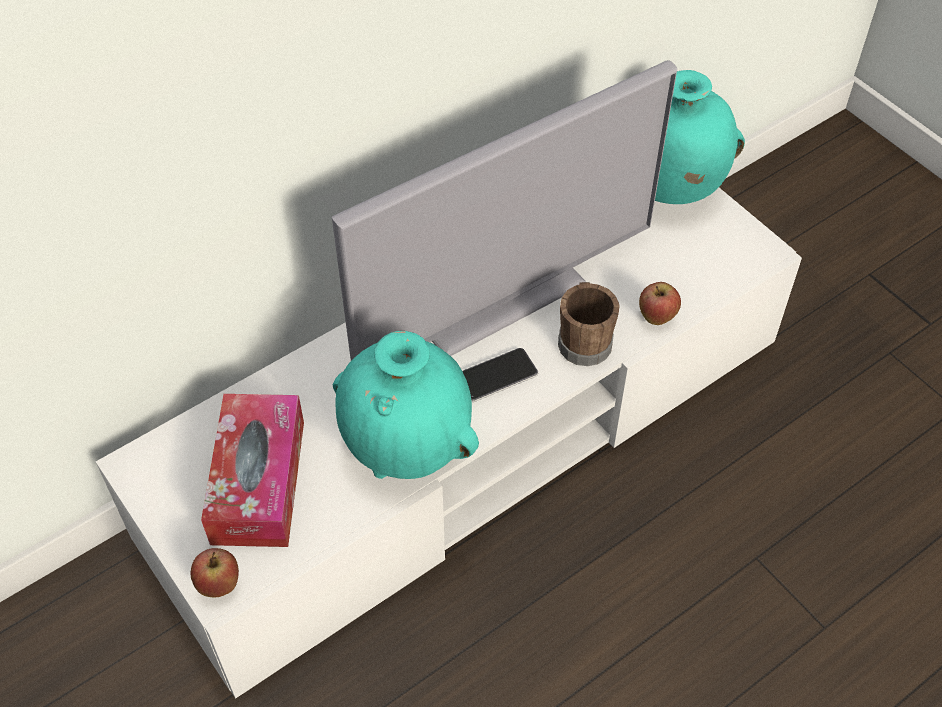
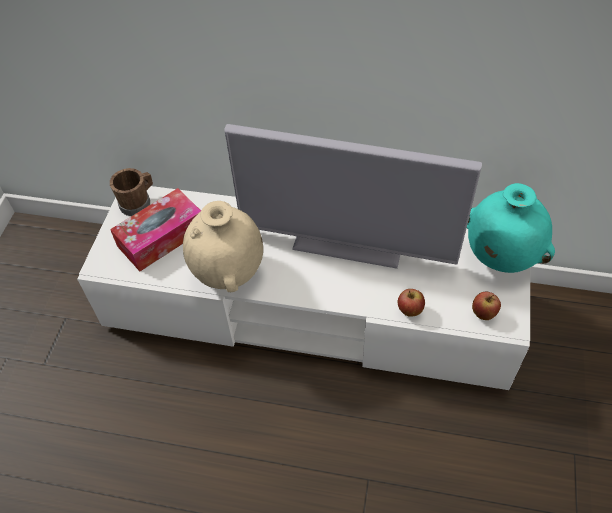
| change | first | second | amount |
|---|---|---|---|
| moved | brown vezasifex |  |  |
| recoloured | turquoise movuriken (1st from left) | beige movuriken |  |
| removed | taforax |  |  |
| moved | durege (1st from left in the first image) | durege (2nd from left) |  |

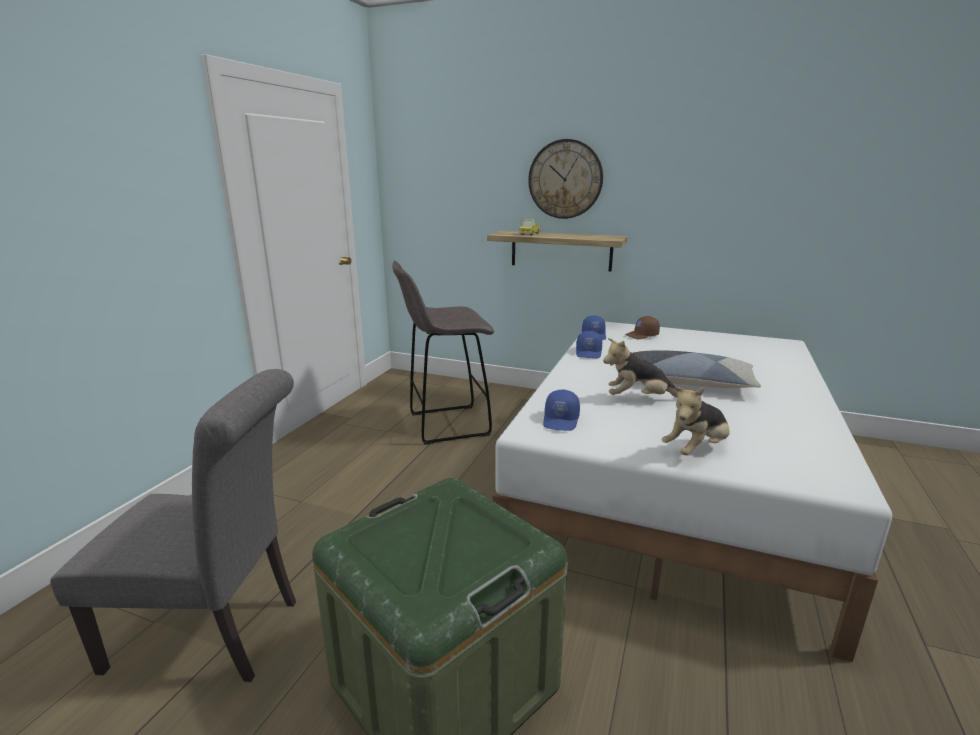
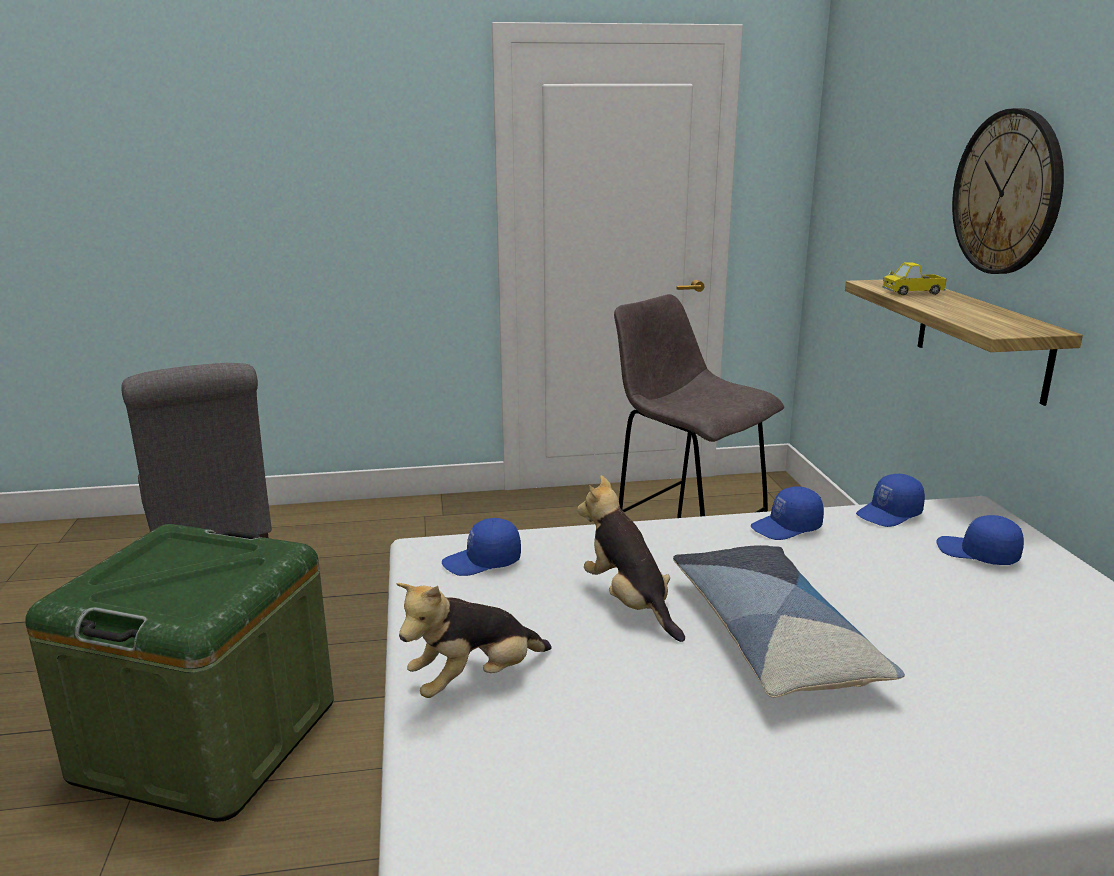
| change | first | second | amount |
|---|---|---|---|
| recoloured | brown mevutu | blue mevutu (4th from left) |  |
| turned | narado (2nd from left in the first image) | narado (1st from left) | 60 degrees counterclockwise |

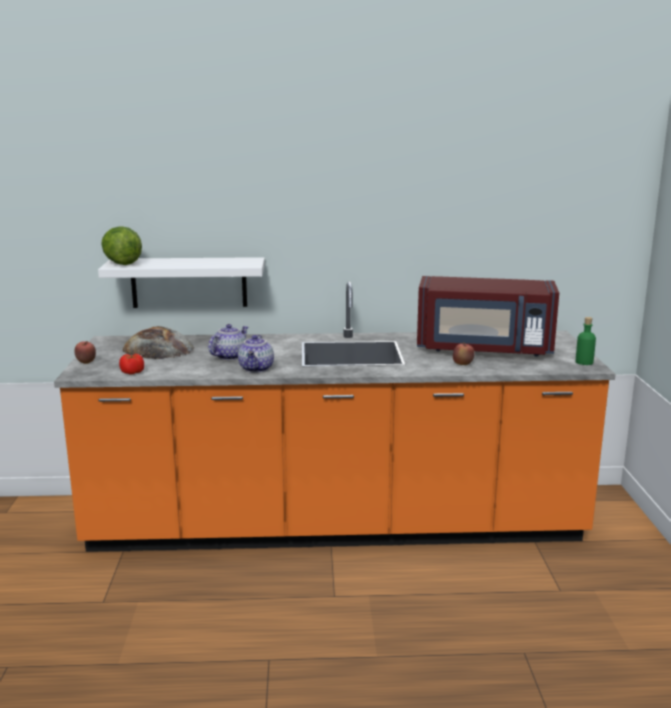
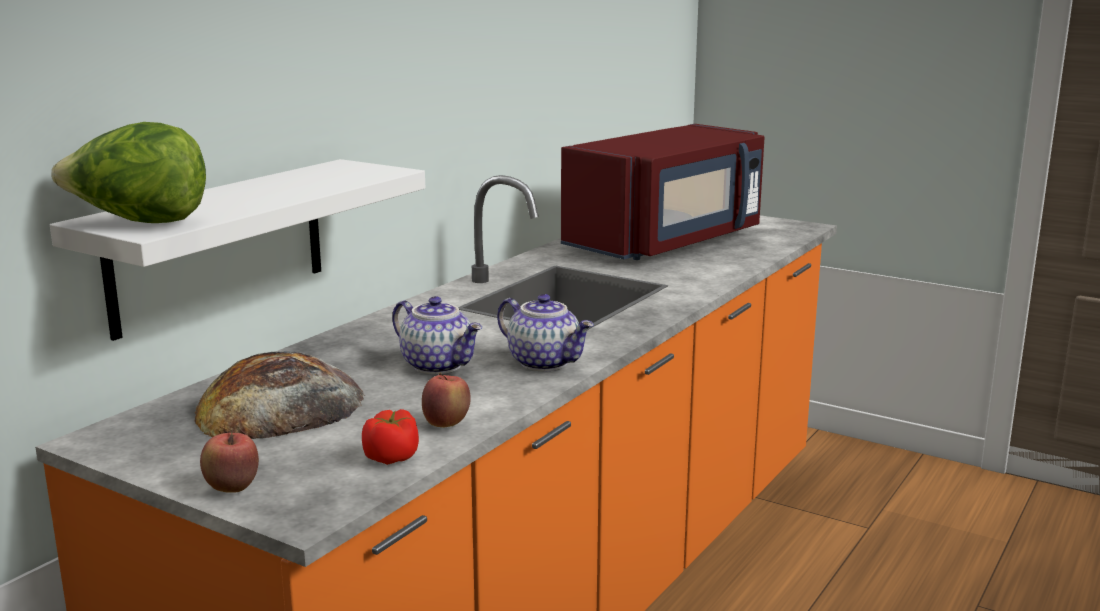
| change | first | second | amount |
|---|---|---|---|
| removed | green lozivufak |  |  |
| turned | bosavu (1st from left) |  | 150 degrees clockwise |
| moved | durege (2nd from left) |  |  |

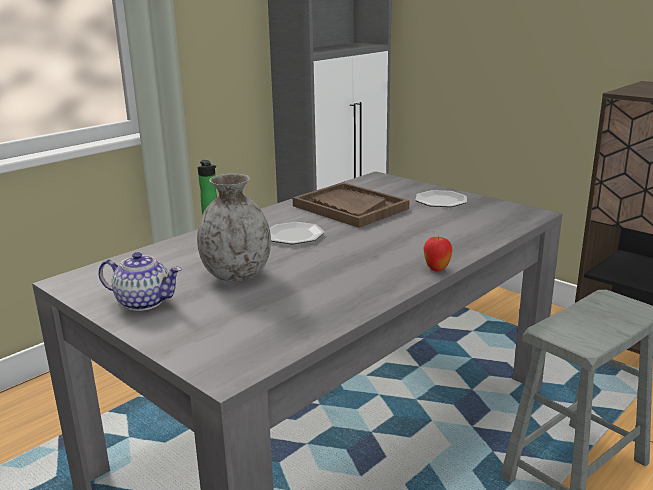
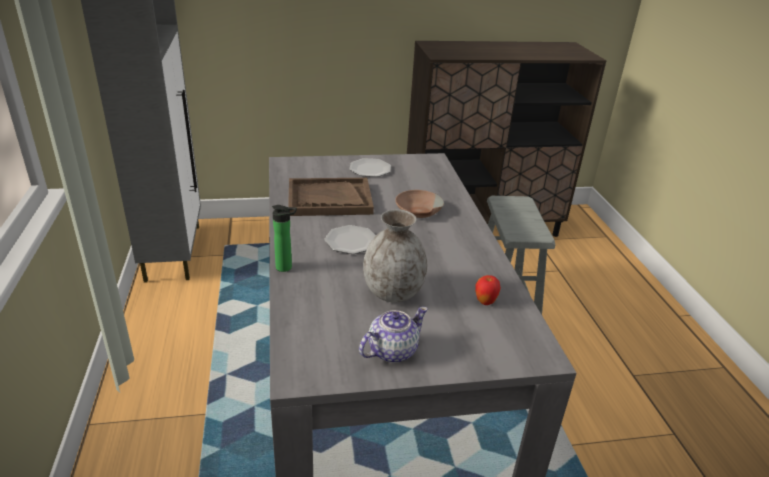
| change | first | second | amount |
|---|---|---|---|
| moved | durege |  |  |
| added |  | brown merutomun |  |

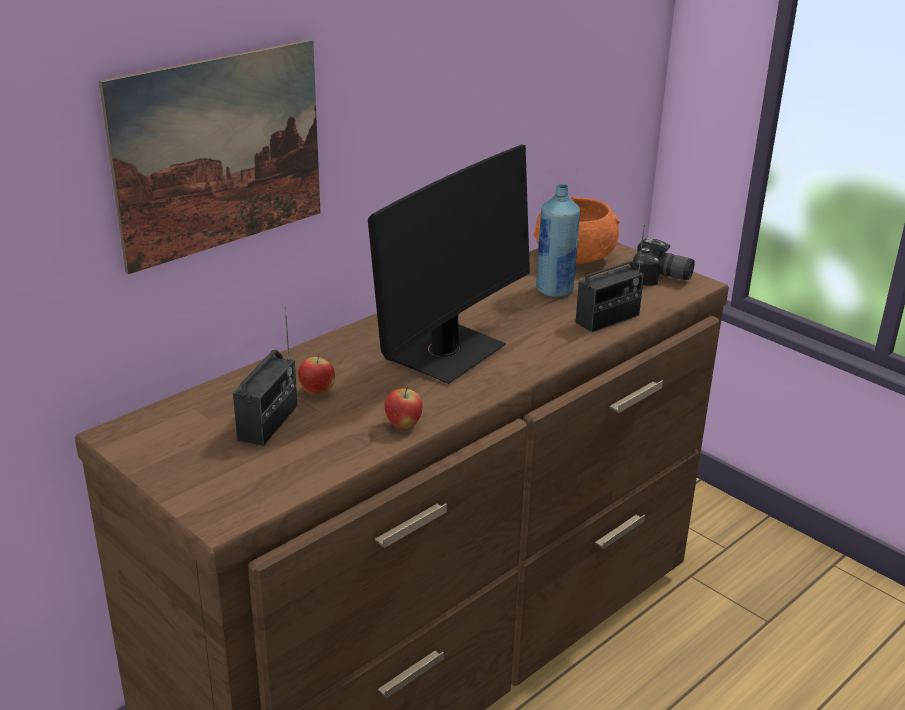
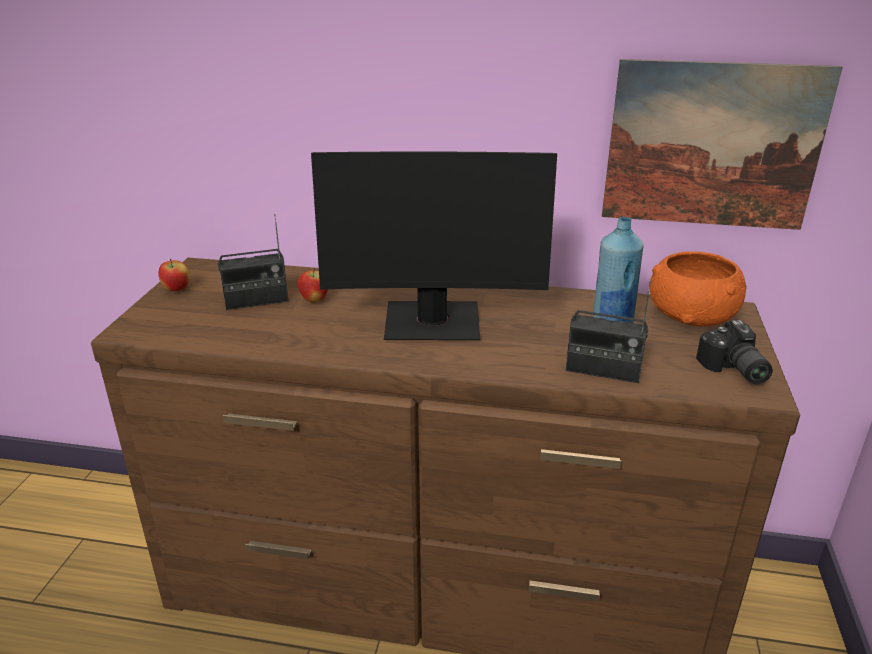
| change | first | second | amount |
|---|---|---|---|
| moved | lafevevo |  |  |
| moved | durege (2nd from left in the first image) | durege (1st from left) |  |

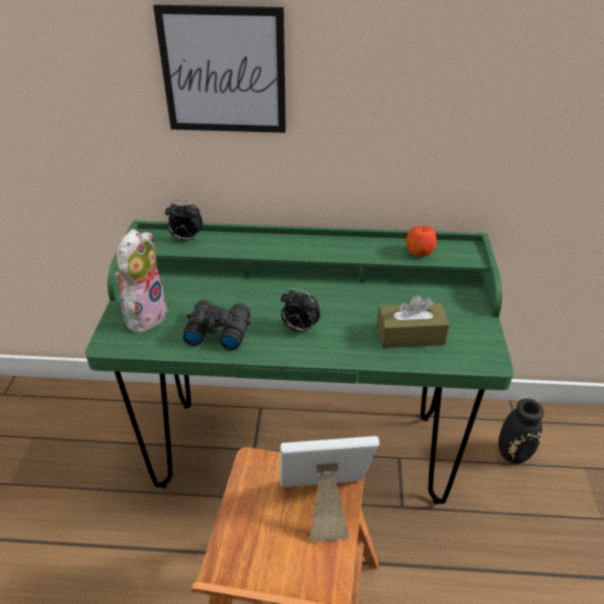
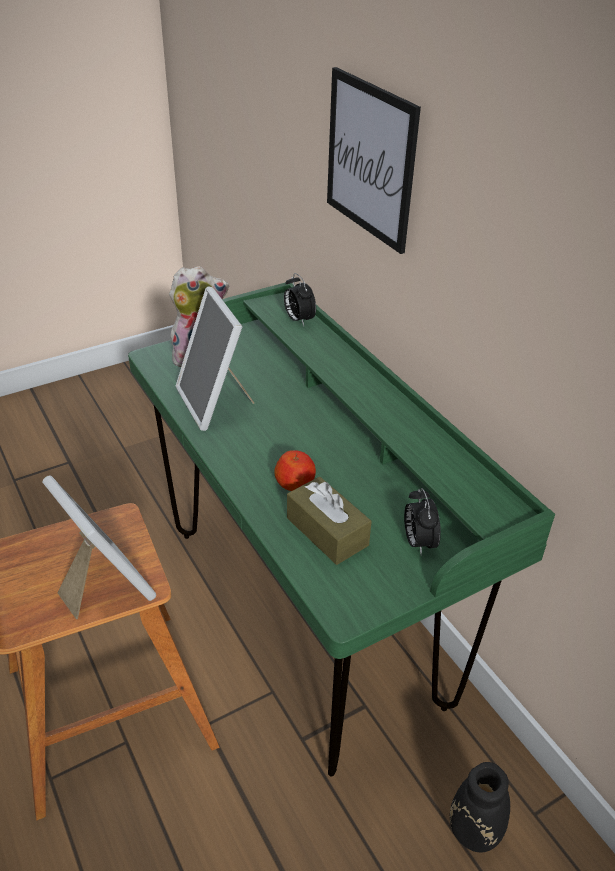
| change | first | second | amount |
|---|---|---|---|
| moved | durege |  |  |
| moved | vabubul (2nd from left) |  |  |
| replaced | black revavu | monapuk (2nd from left) |  |

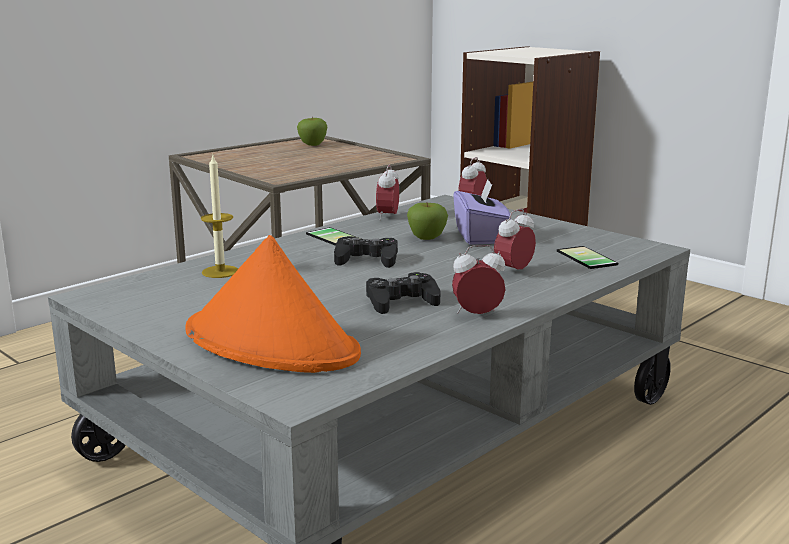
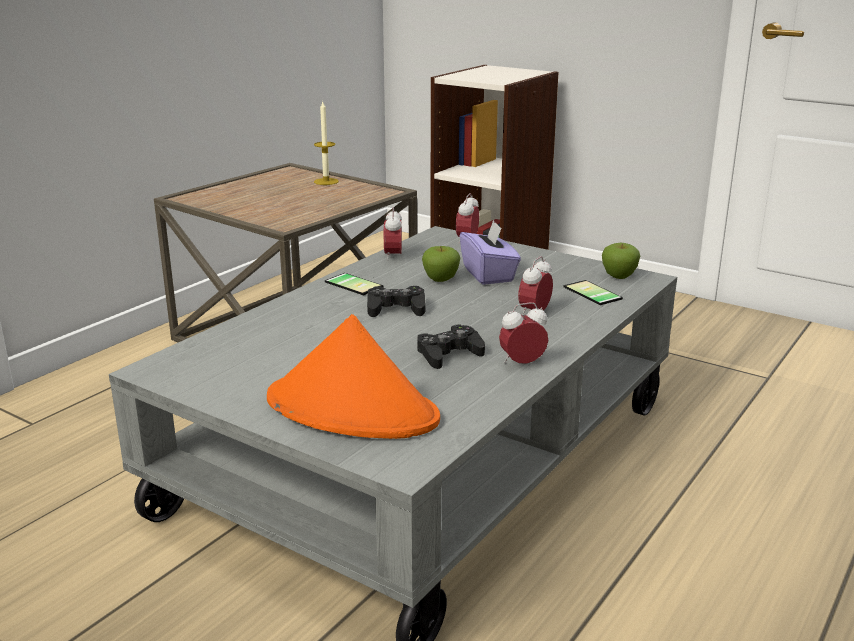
| change | first | second | amount |
|---|---|---|---|
| moved | durege (1st from left in the first image) | durege (2nd from left) |  |
| moved | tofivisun |  |  |

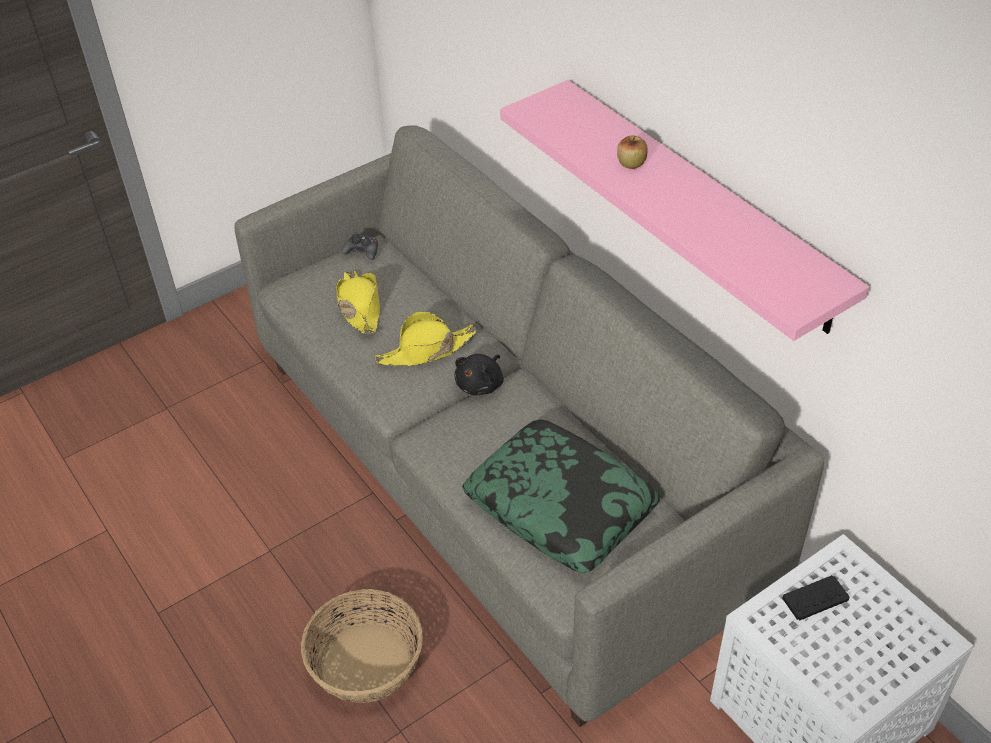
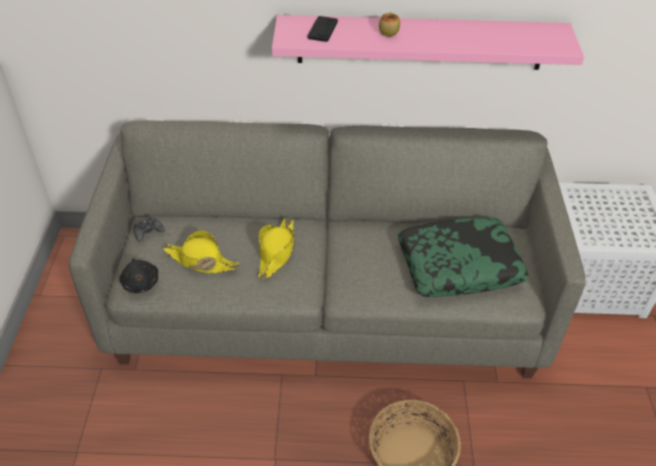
| change | first | second | amount |
|---|---|---|---|
| moved | black narado |  |  |
| moved | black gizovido (2nd from left) |  |  |

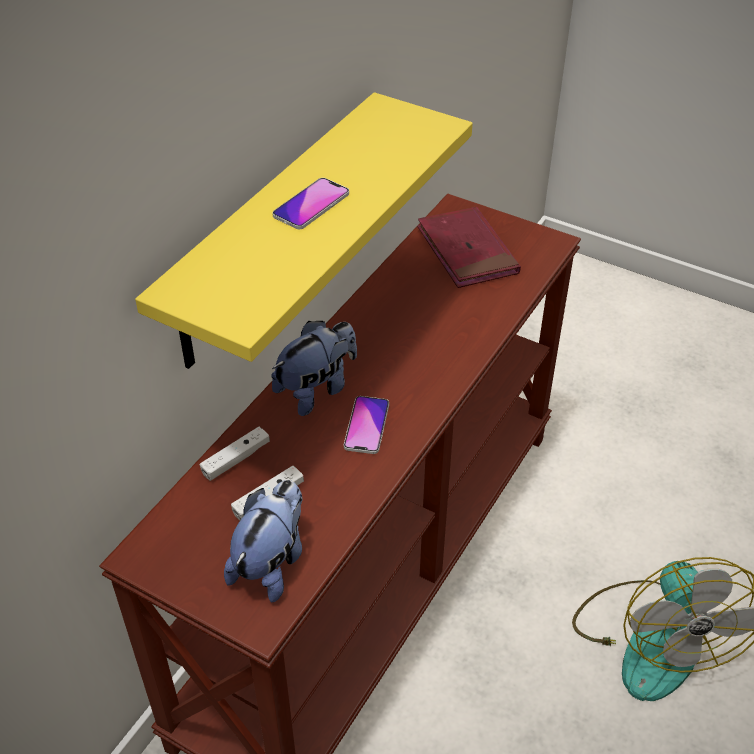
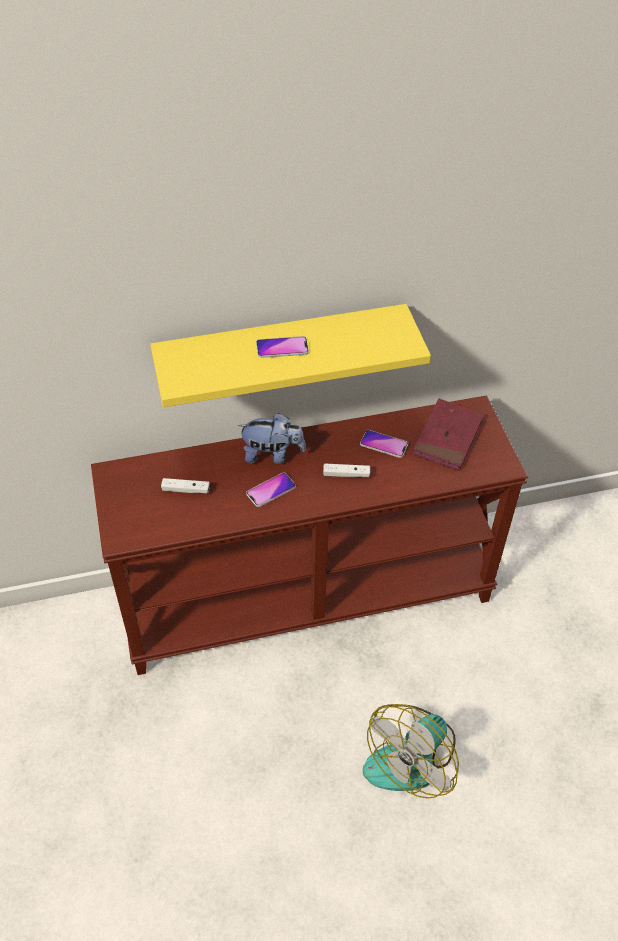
| change | first | second | amount |
|---|---|---|---|
| moved | white gizovido (1st from left in the first image) | white gizovido (2nd from left) |  |
| removed | narado (1st from left) |  |  |
| added |  | taforax (3rd from left) |  |

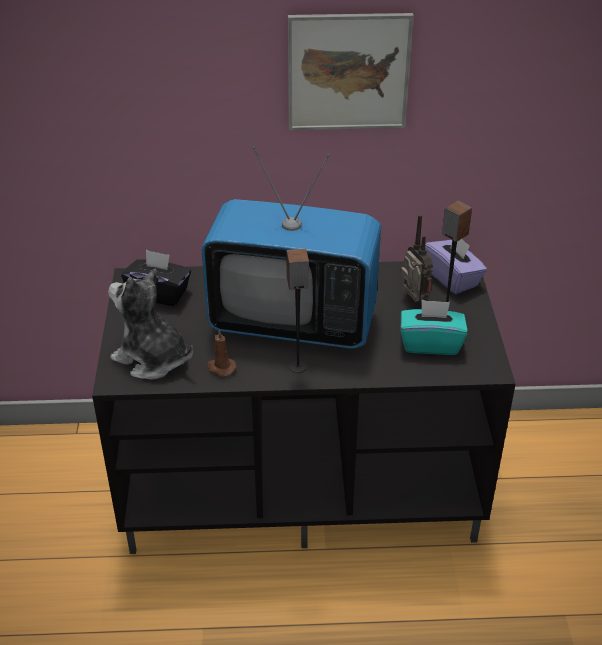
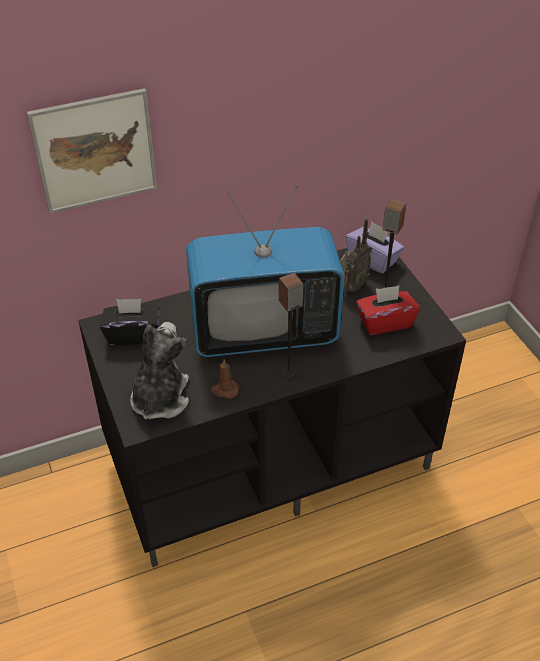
| change | first | second | amount |
|---|---|---|---|
| moved | lafevevo |  |  |
| turned | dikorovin |  | 90 degrees clockwise |
| turned | narado |  | 90 degrees clockwise |
| recoloured | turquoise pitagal | red pitagal |  |

